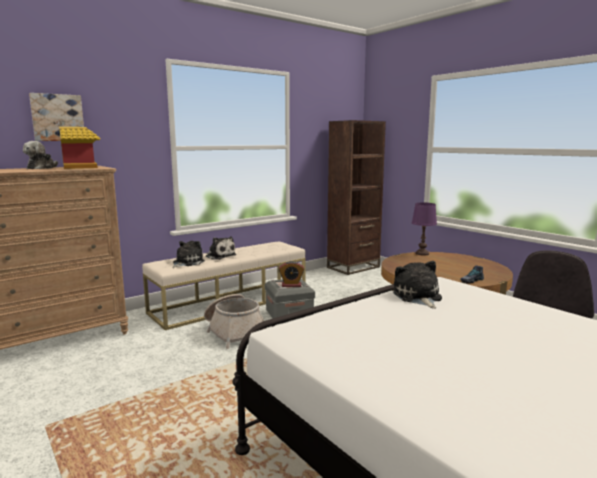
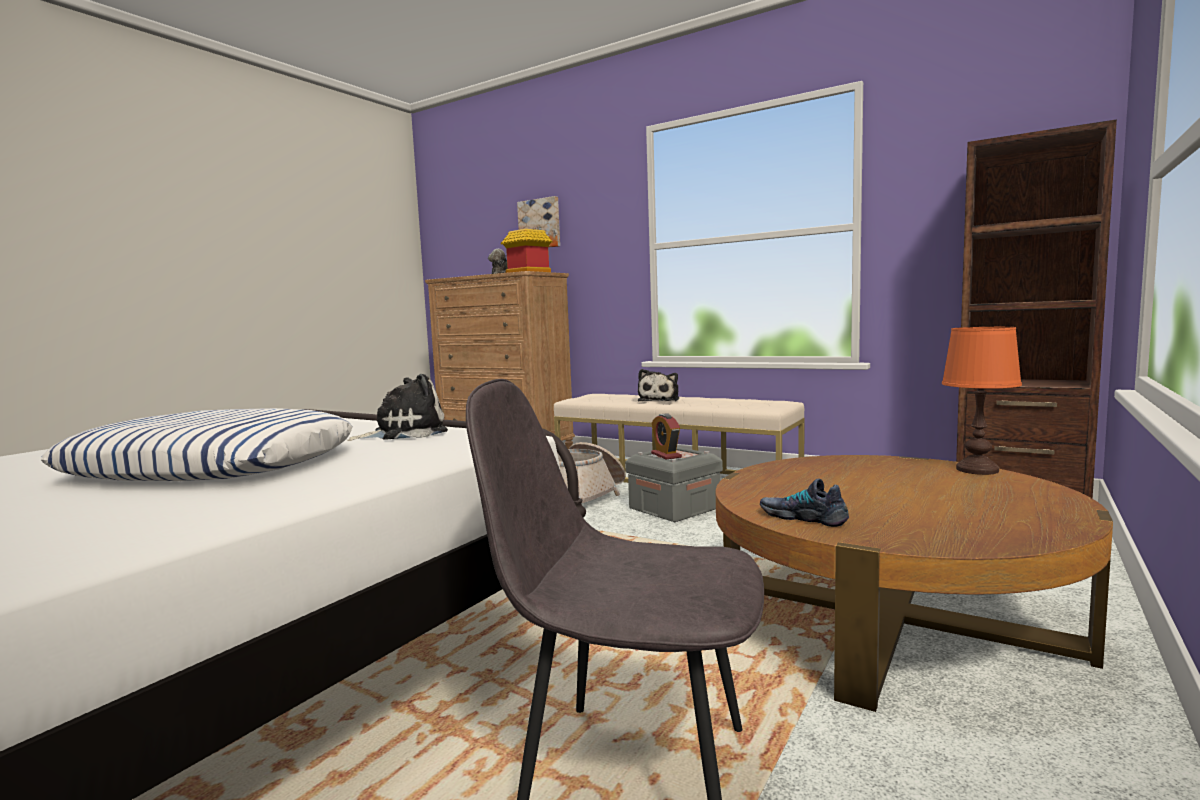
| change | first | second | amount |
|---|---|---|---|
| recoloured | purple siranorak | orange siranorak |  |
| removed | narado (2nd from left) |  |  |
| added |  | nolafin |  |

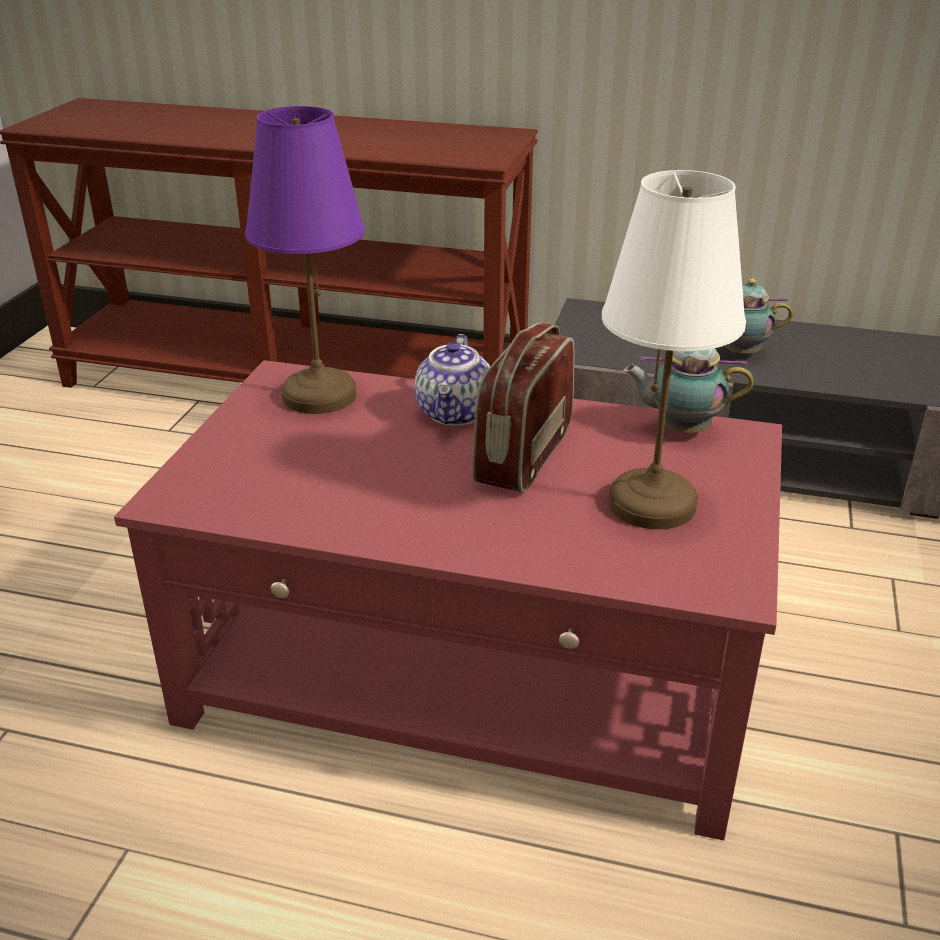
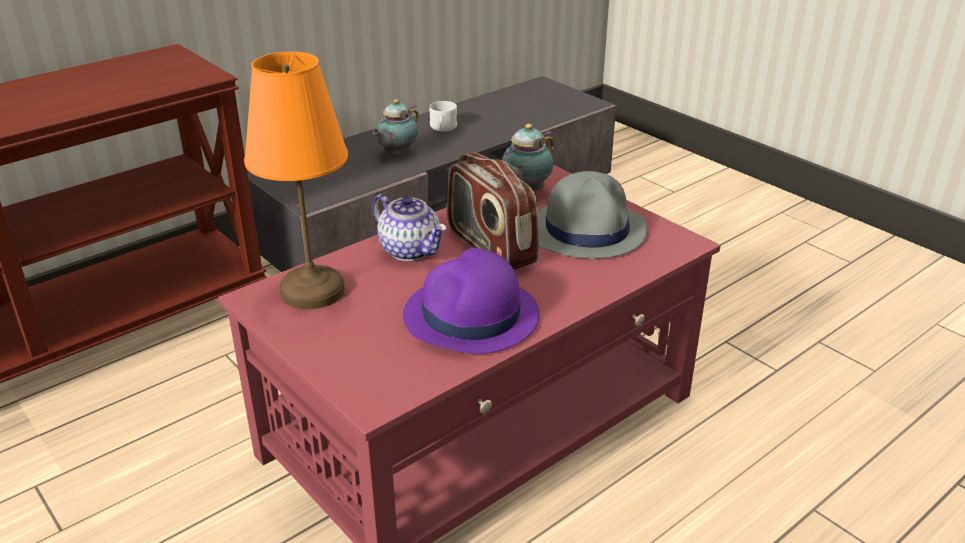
| change | first | second | amount |
|---|---|---|---|
| recoloured | purple siranorak | orange siranorak |  |
| replaced | white siranorak | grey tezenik |  |
| added |  | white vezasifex |  |
| added |  | purple tezenik |  |

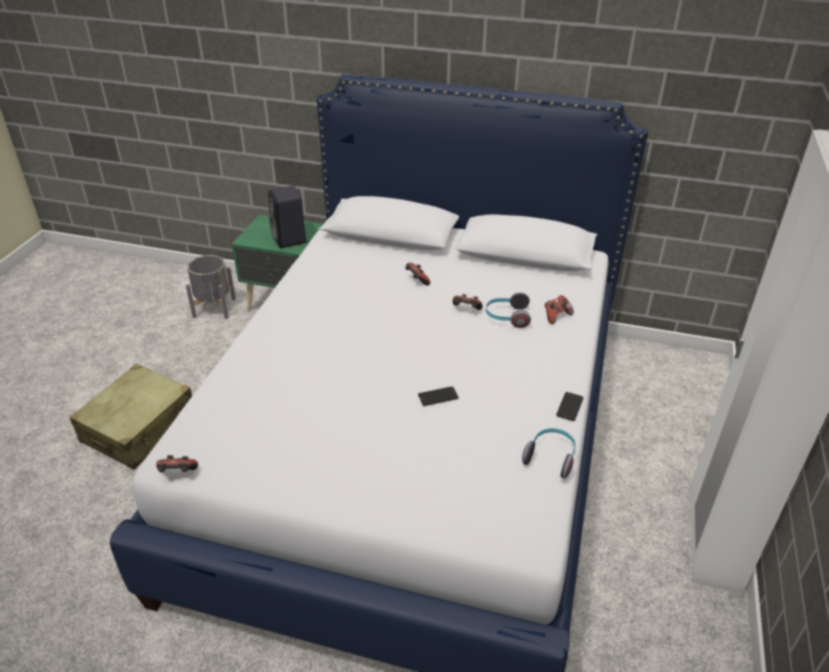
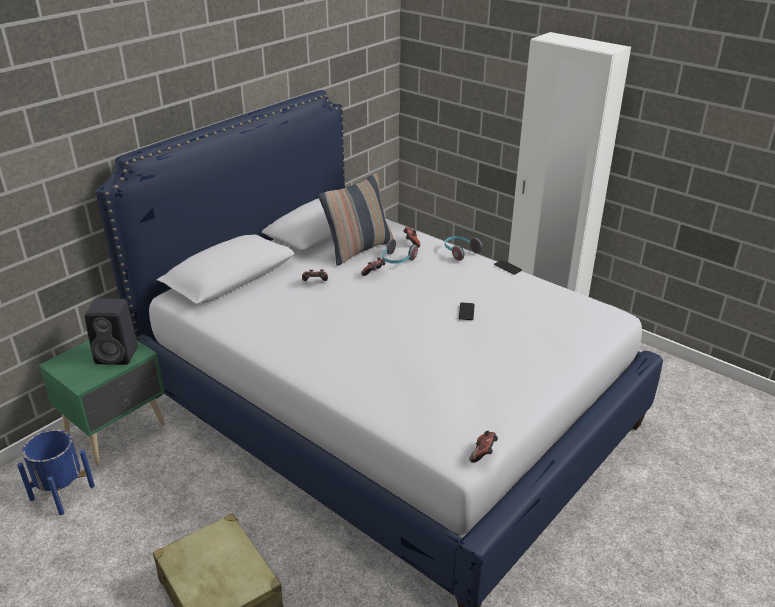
| change | first | second | amount |
|---|---|---|---|
| recoloured | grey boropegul | blue boropegul |  |
| moved | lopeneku (2nd from left) |  |  |
| added |  | nolafin |  |

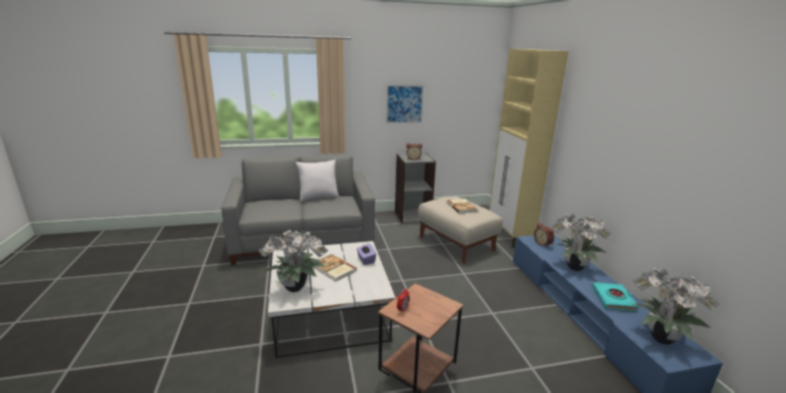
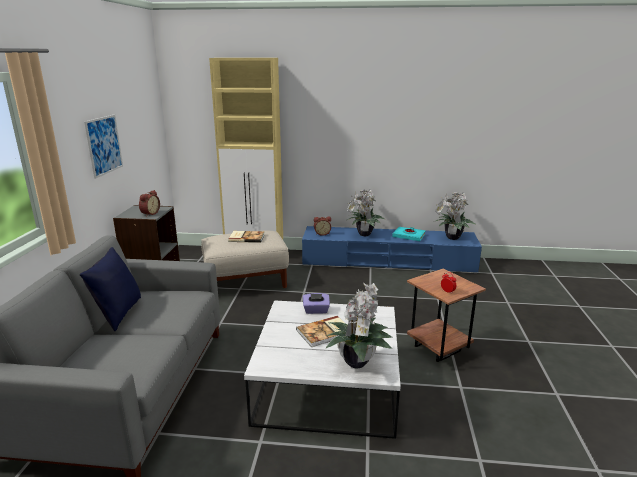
| change | first | second | amount |
|---|---|---|---|
| recoloured | white nolafin | blue nolafin |  |

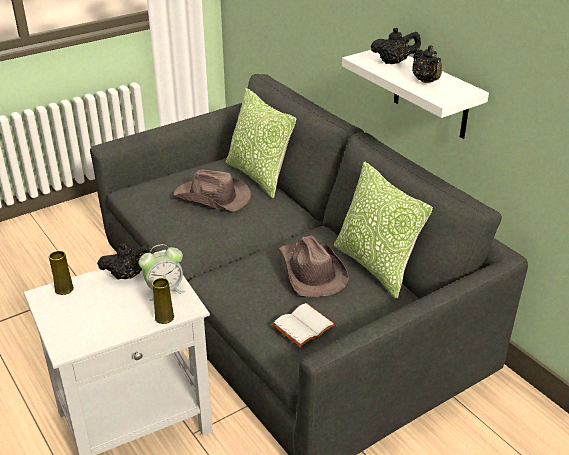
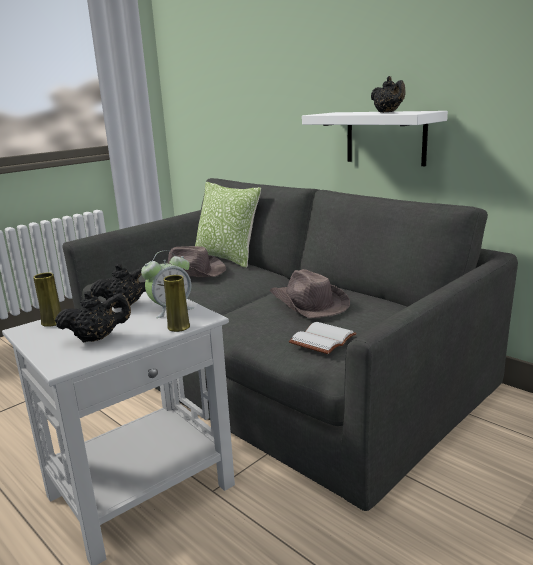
| change | first | second | amount |
|---|---|---|---|
| moved | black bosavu (2nd from left in the first image) | black bosavu (1st from left) |  |
| removed | nolafin (2nd from left) |  |  |

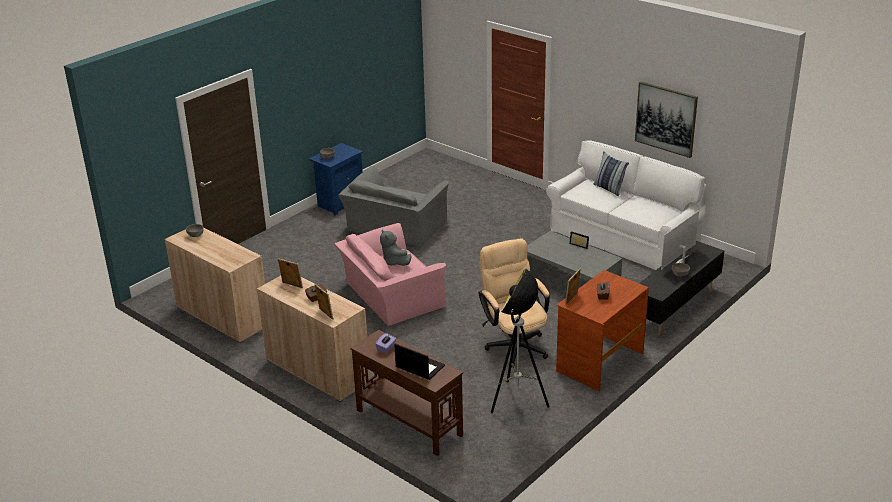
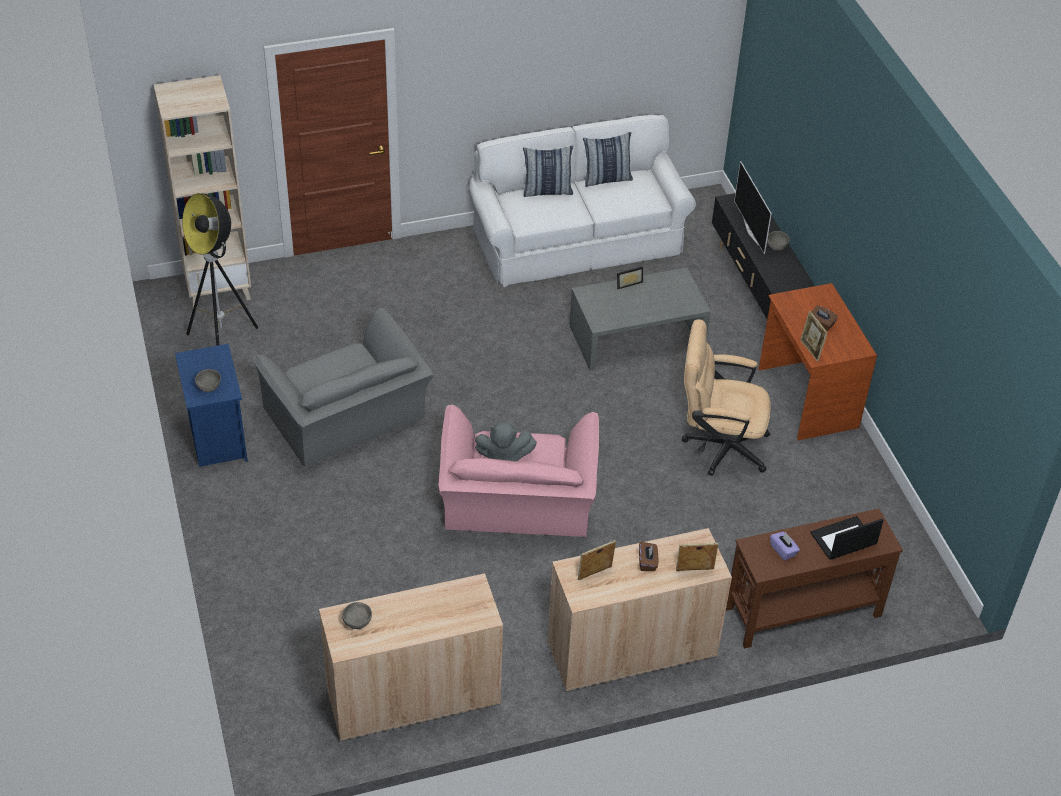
| change | first | second | amount |
|---|---|---|---|
| removed | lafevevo |  |  |
| moved | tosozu |  |  |
| added |  | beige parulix |  |
| added |  | nolafin (2nd from left) |  |

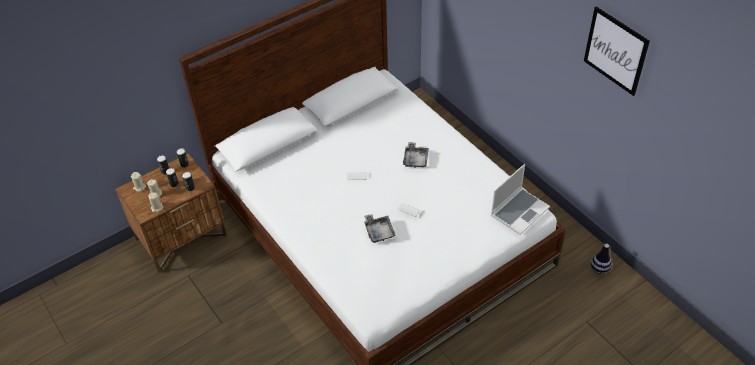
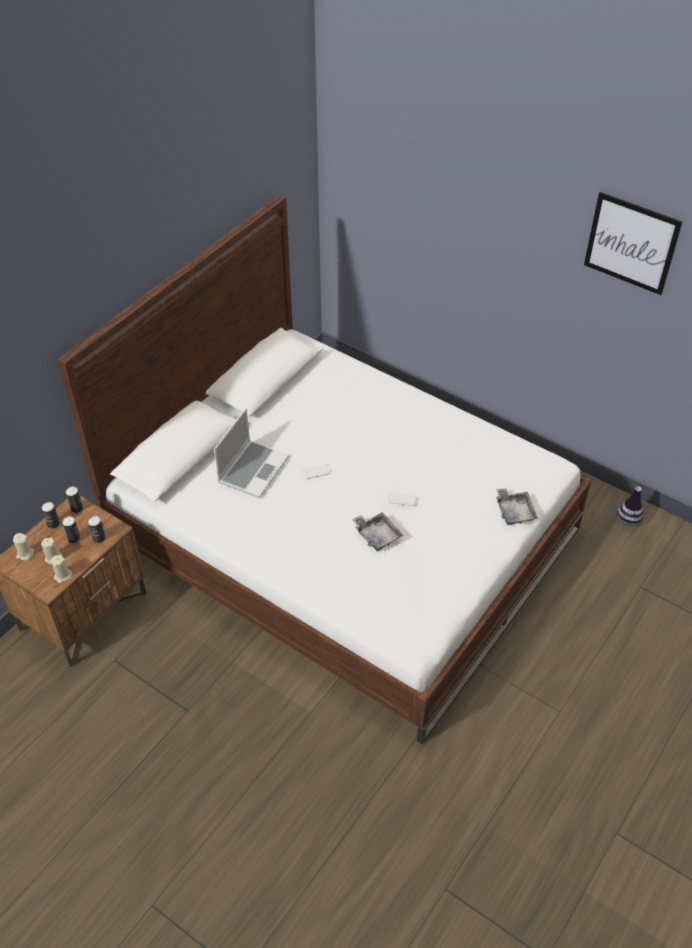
| change | first | second | amount |
|---|---|---|---|
| moved | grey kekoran (2nd from left) |  |  |
| moved | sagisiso |  |  |

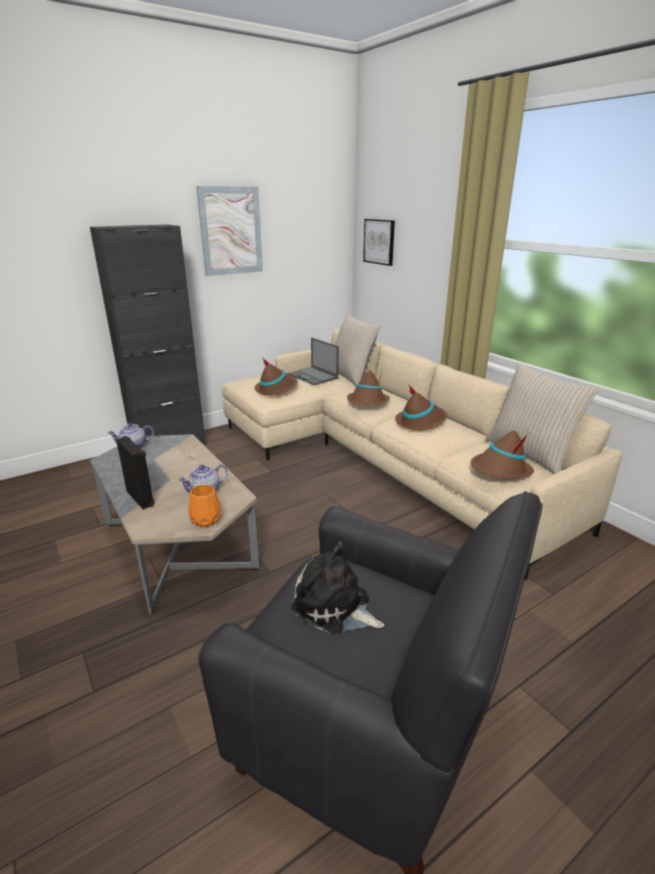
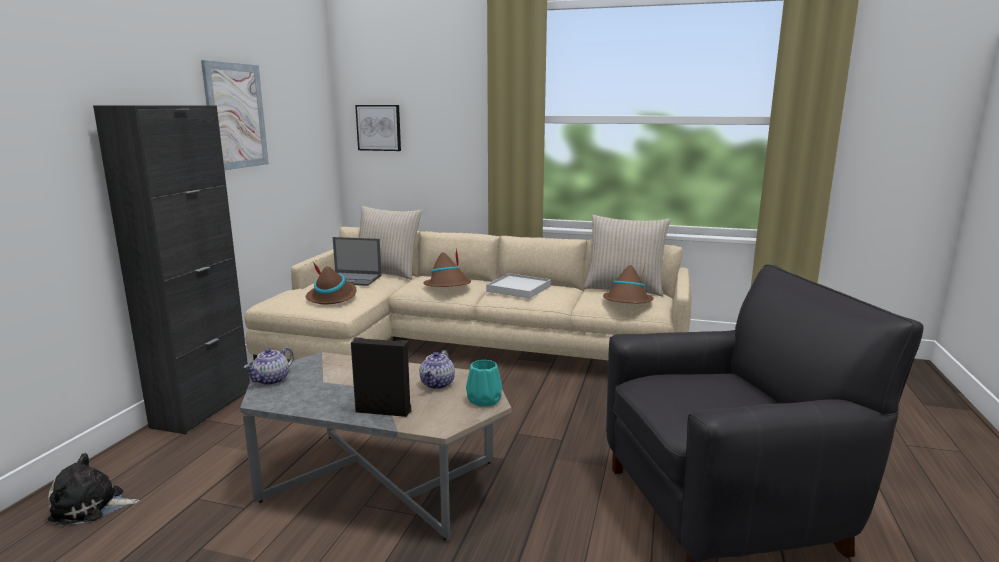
| change | first | second | amount |
|---|---|---|---|
| replaced | brown tezenik (3rd from left) | white kekoran |  |
| recoloured | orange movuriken | turquoise movuriken |  |
| moved | narado |  |  |

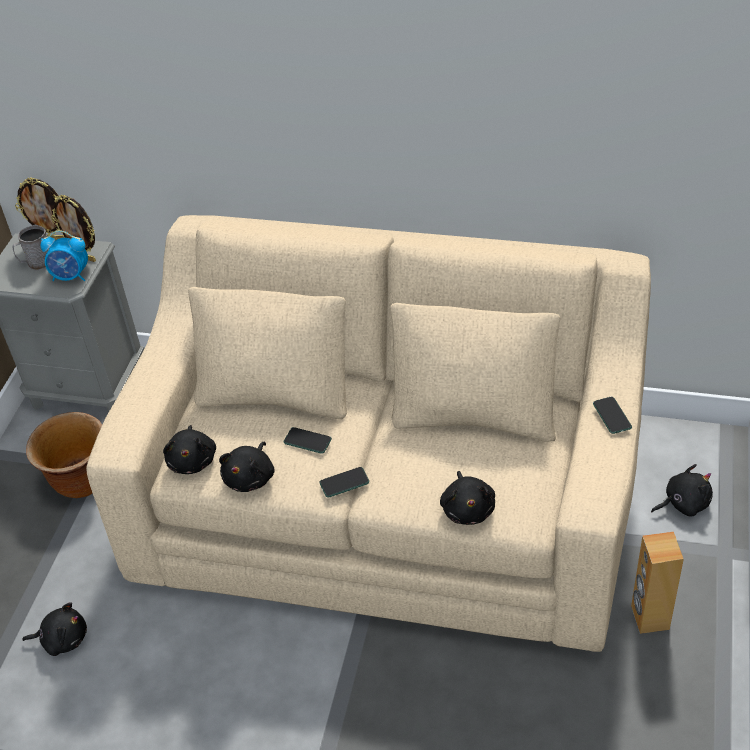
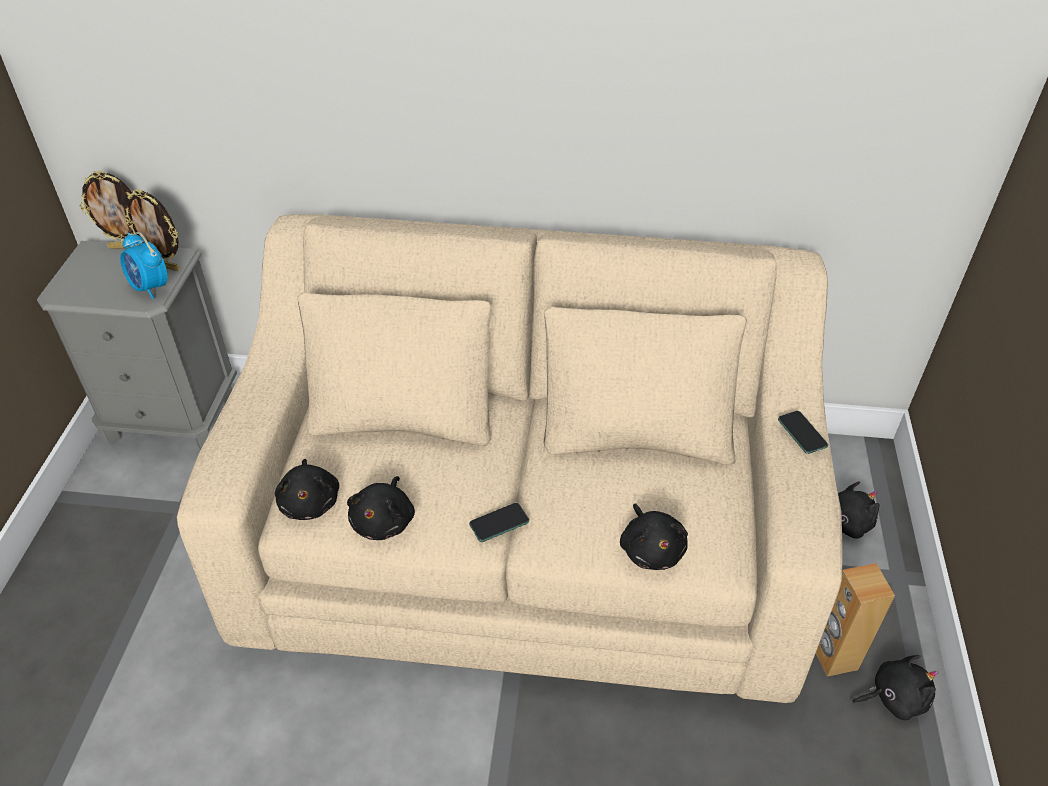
| change | first | second | amount |
|---|---|---|---|
| removed | grey vezasifex |  |  |
| turned | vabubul |  | 45 degrees clockwise |
| removed | brown boropegul |  |  |
| removed | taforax (1st from left) |  |  |
| moved | black narado (1st from left in the first image) | black narado (5th from left) |  |

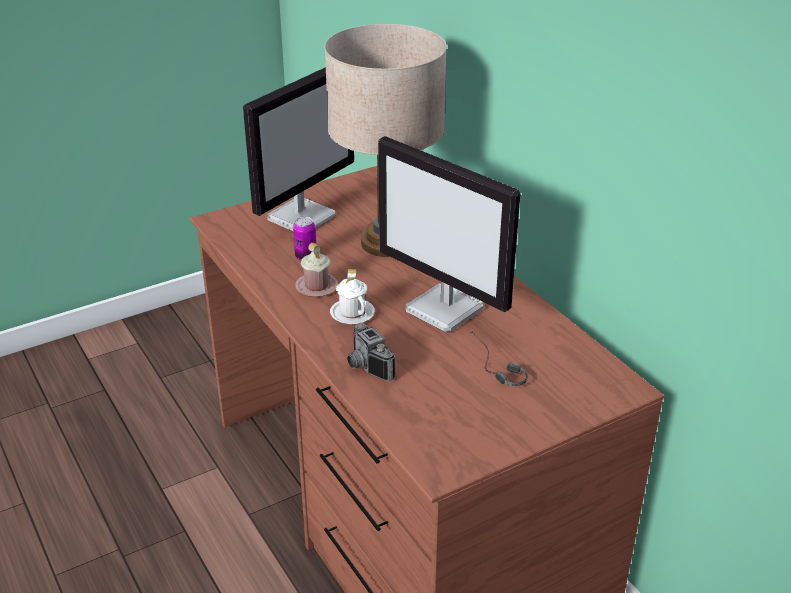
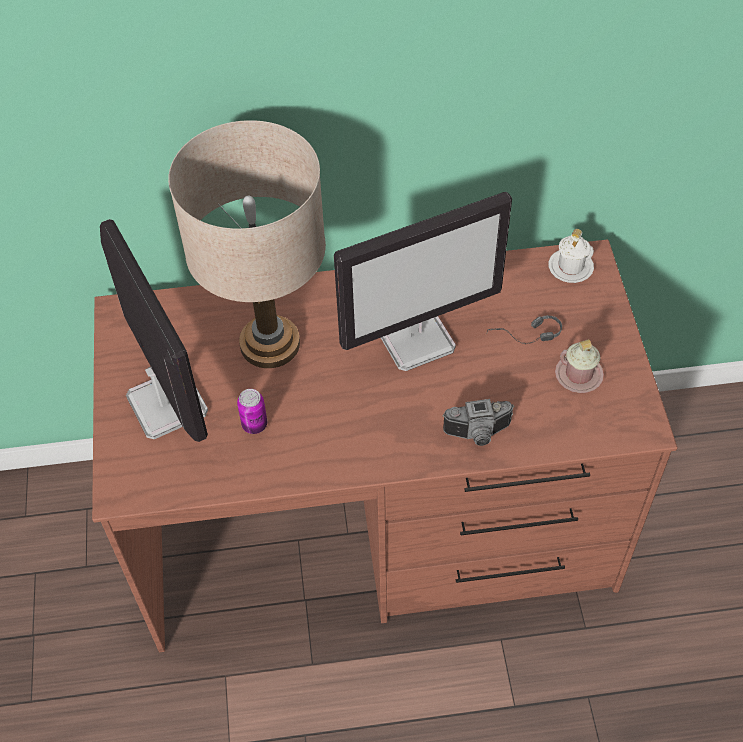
| change | first | second | amount |
|---|---|---|---|
| moved | pink vezasifex |  |  |
| moved | white vezasifex |  |  |

